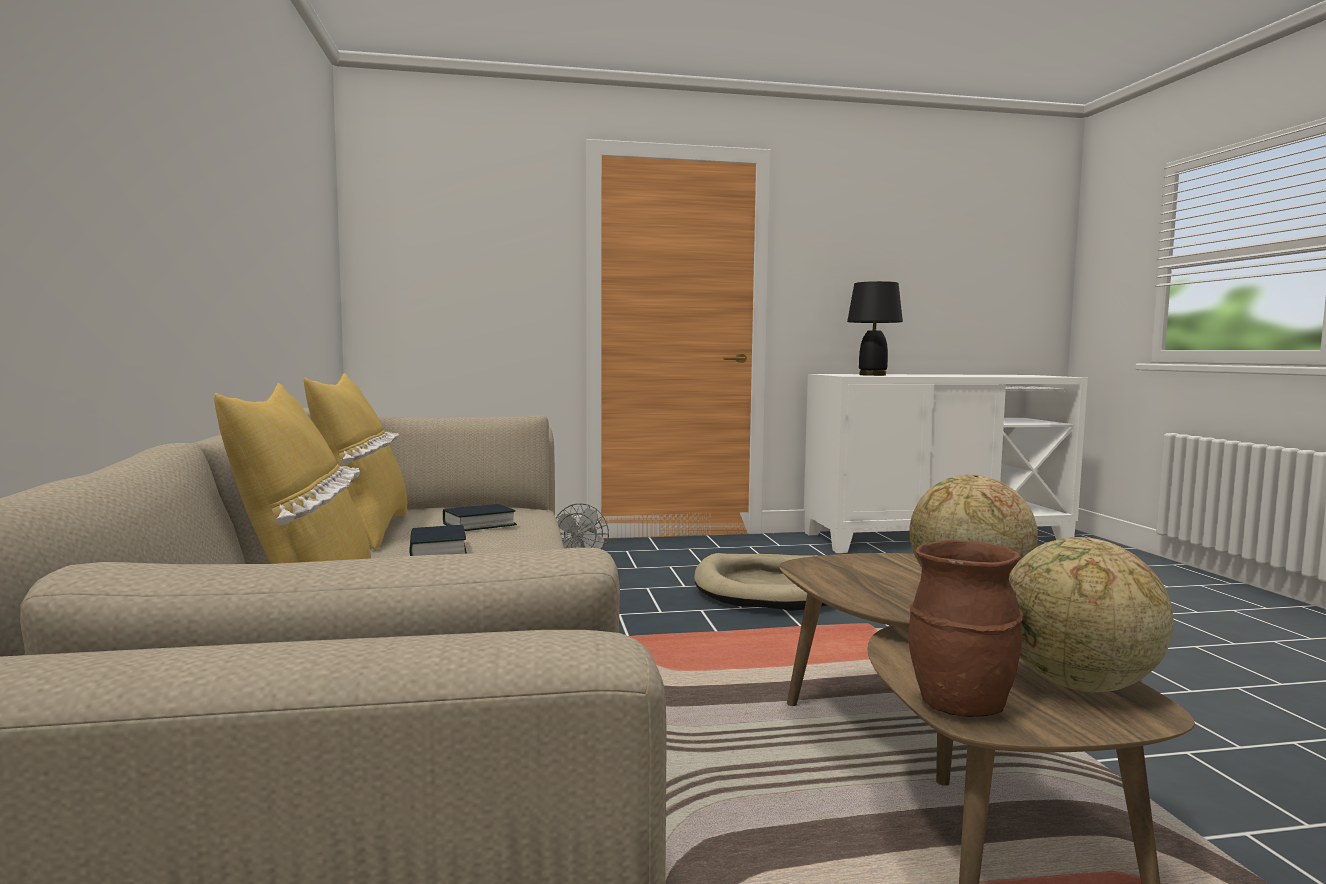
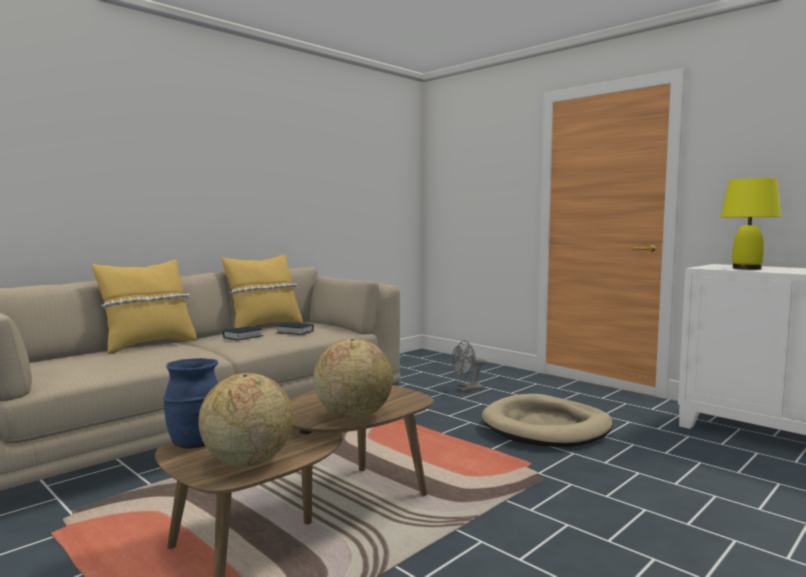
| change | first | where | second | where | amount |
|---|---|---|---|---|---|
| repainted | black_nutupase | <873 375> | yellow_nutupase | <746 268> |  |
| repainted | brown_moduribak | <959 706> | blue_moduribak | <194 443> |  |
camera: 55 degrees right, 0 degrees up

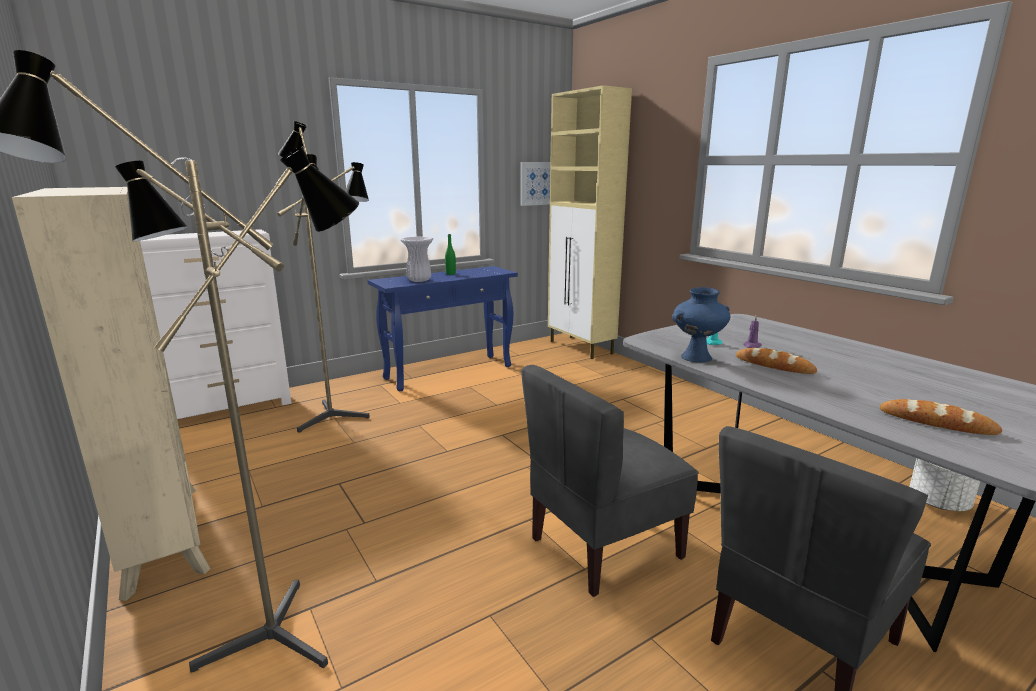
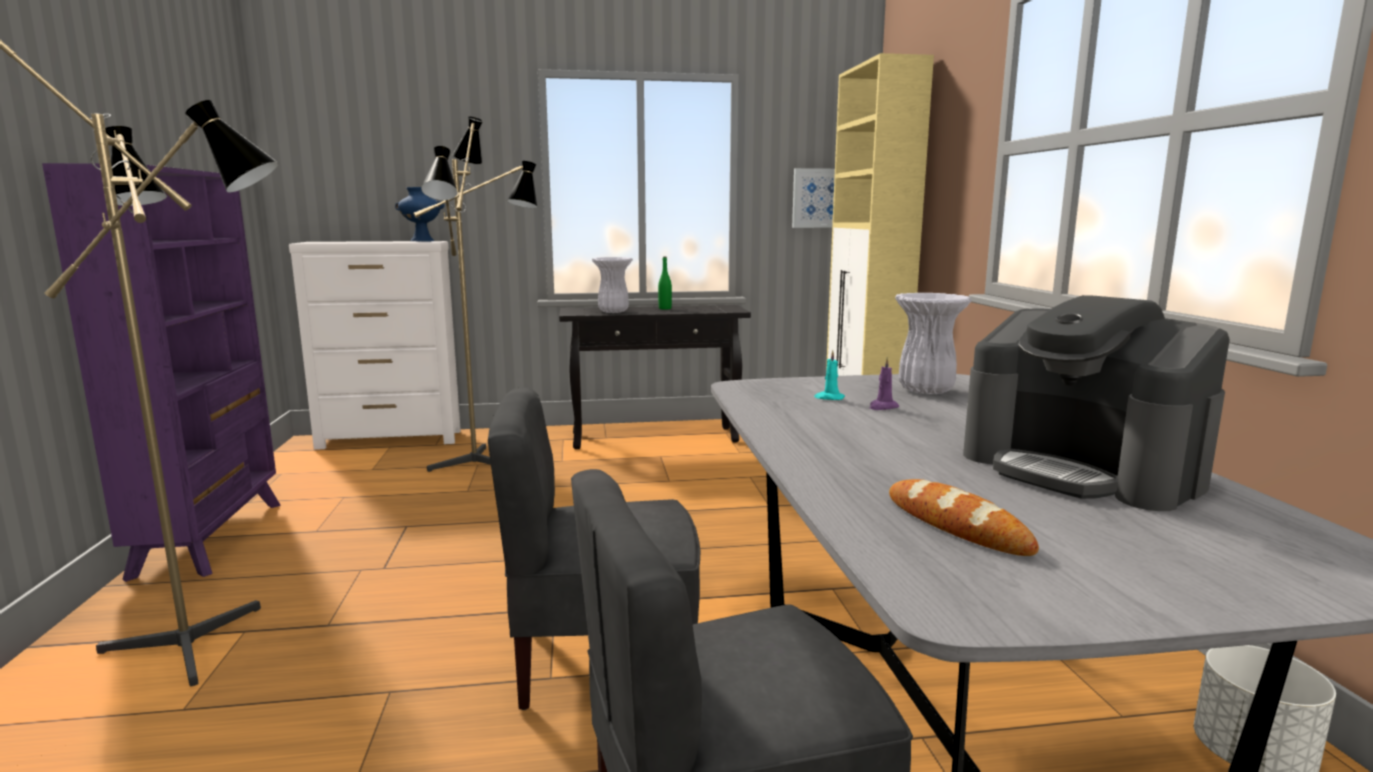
| change | first | where | second | where | amount |
|---|---|---|---|---|---|
| repainted | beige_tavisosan | <163 537> | purple_tavisosan | <211 538> |  |
| repainted | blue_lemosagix | <449 372> | black_lemosagix | <656 438> |  |
| shifted | blue_moduribak | <696 358> |  | <421 241> |  |
| gone | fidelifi | <774 365> |  |  |  |
| new |  |  | white_moduribak | <924 391> |  |
| new |  |  | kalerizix | <1081 469> |  |
camera: 25 degrees right, 5 degrees down

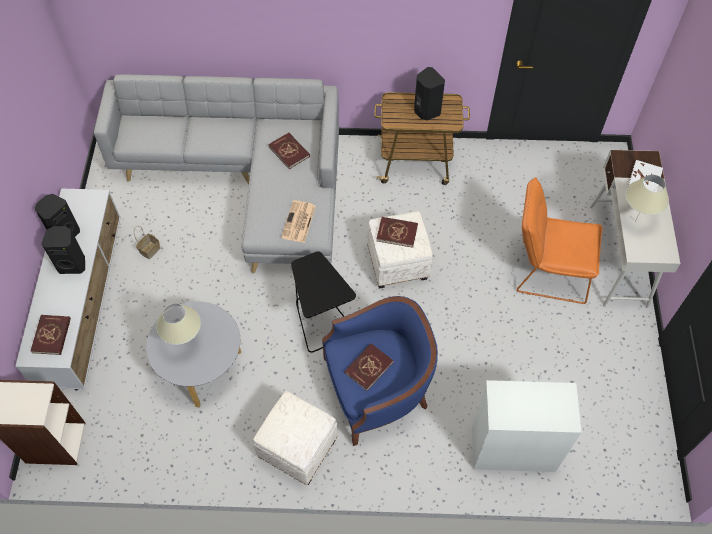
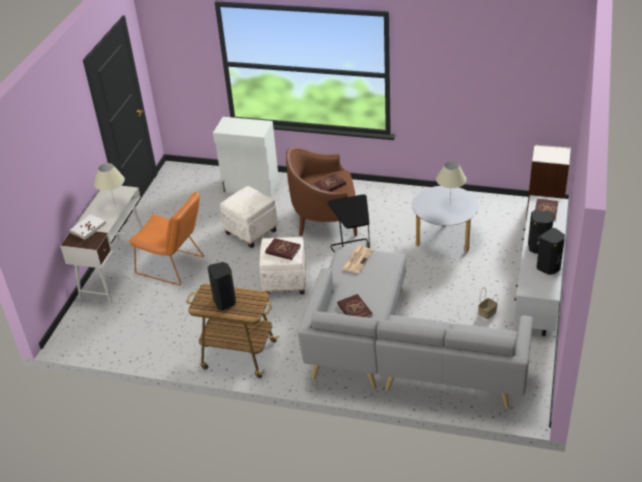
| change | first | where | second | where | amount |
|---|---|---|---|---|---|
| shifted | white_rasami | <297 449> |  | <251 232> |  |
| repainted | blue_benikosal | <377 389> | brown_benikosal | <325 218> |  |
camera: 165 degrees left, 20 degrees down

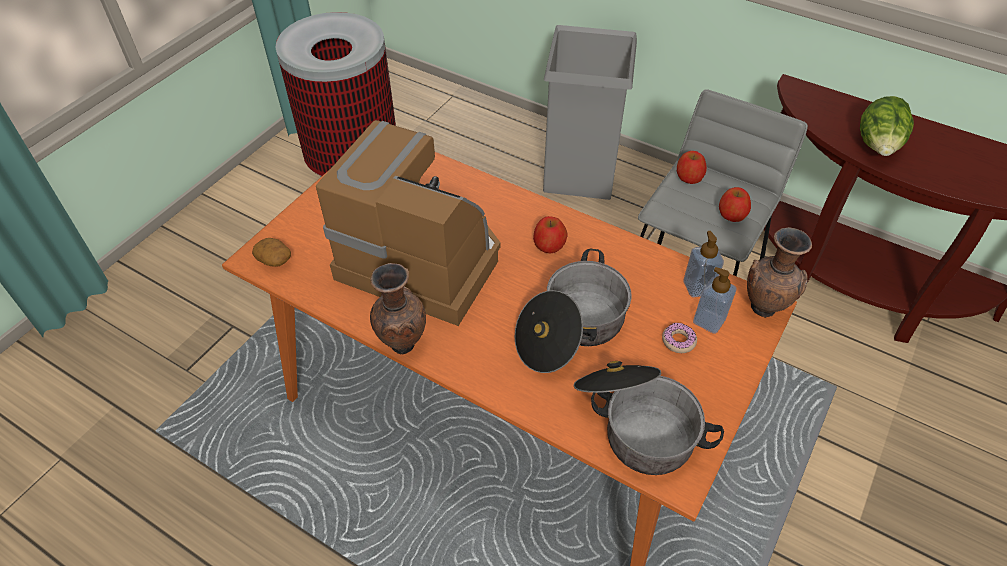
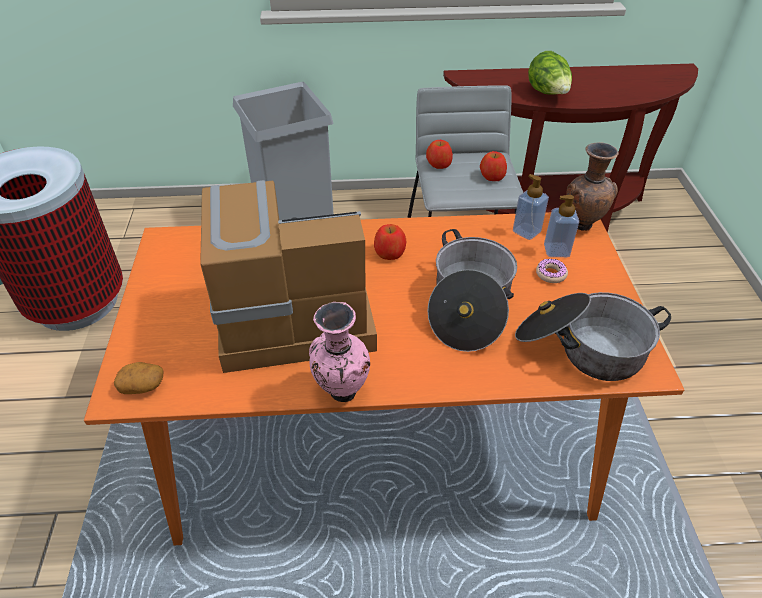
| change | first | where | second | where | amount |
|---|---|---|---|---|---|
| repainted | brown_moduribak | <401 343> | pink_moduribak | <340 392> |  |
camera: 35 degrees left, 5 degrees down

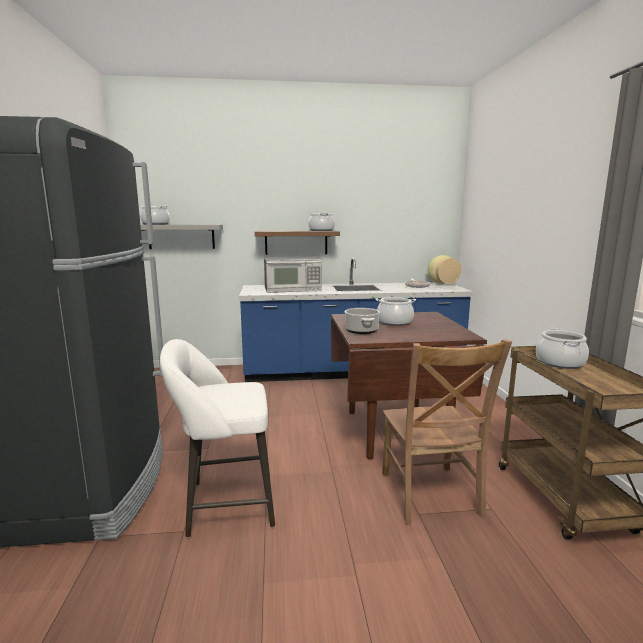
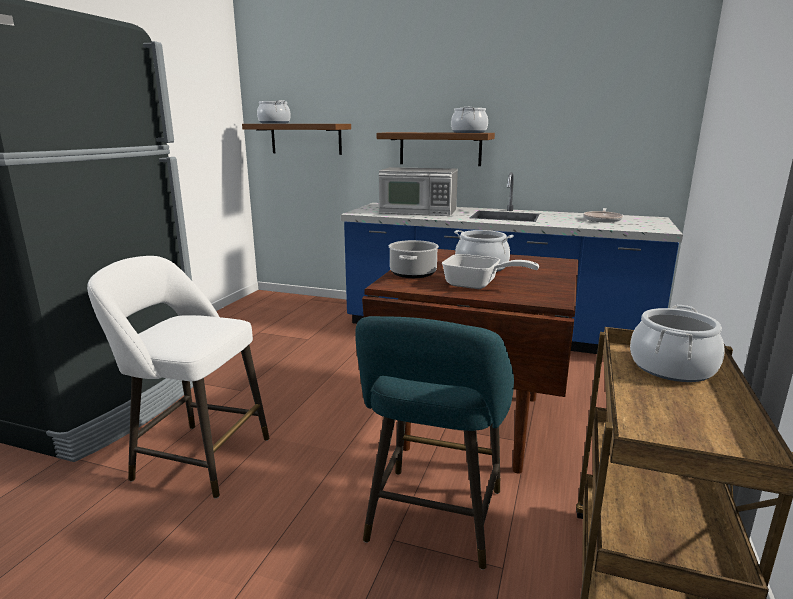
| change | first | where | second | where | amount |
|---|---|---|---|---|---|
| repainted | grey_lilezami | <181 236> | brown_lilezami | <306 138> |  |
| swapped | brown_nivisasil | <430 496> | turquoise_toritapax | <433 522> |  |
| gone | moduribak | <441 283> |  |  |  |
| new |  |  | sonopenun | <477 285> |  |
camera: 25 degrees right, 5 degrees up

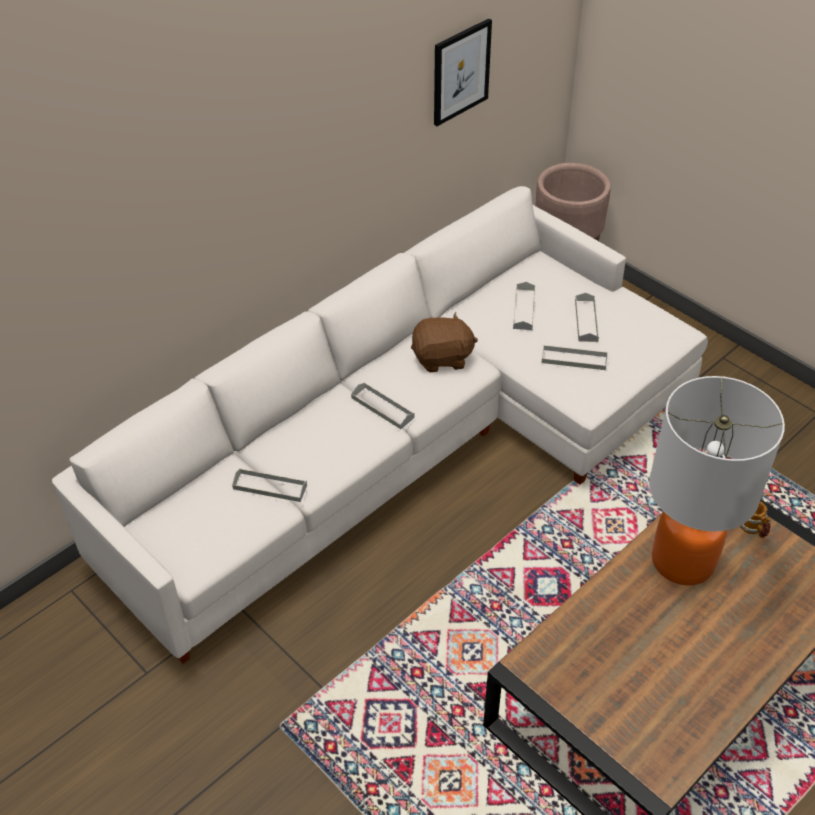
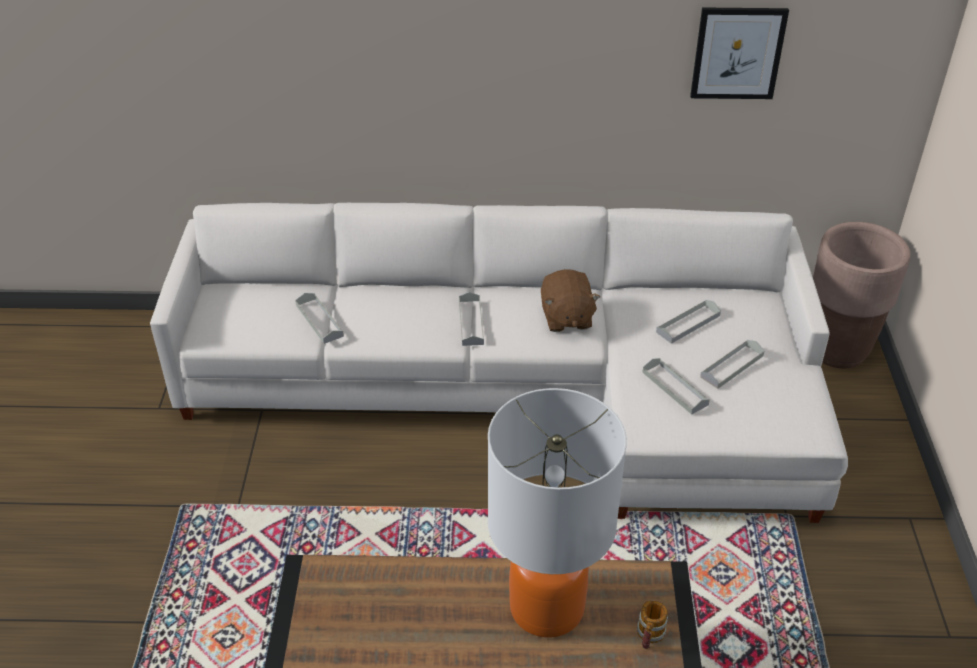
| change | first | where | second | where | amount |
|---|---|---|---|---|---|
| rotated | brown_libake | <442 358> |  | <566 318> | 45 degrees clockwise |
camera: 45 degrees right, 5 degrees down

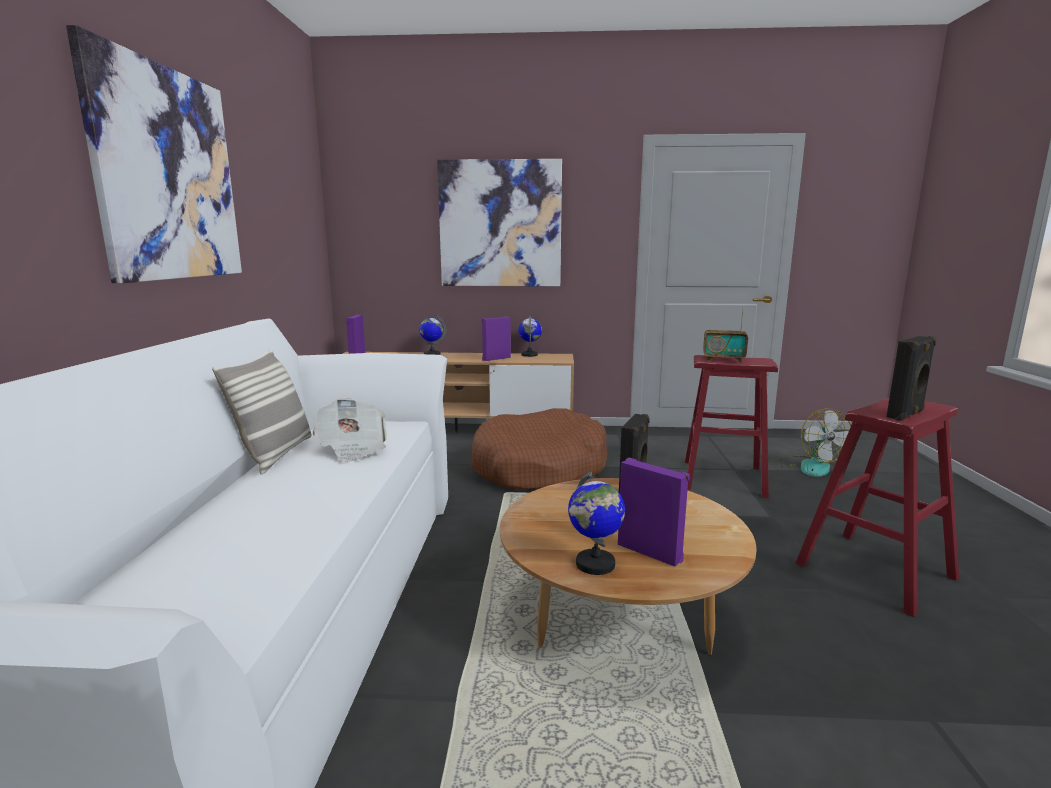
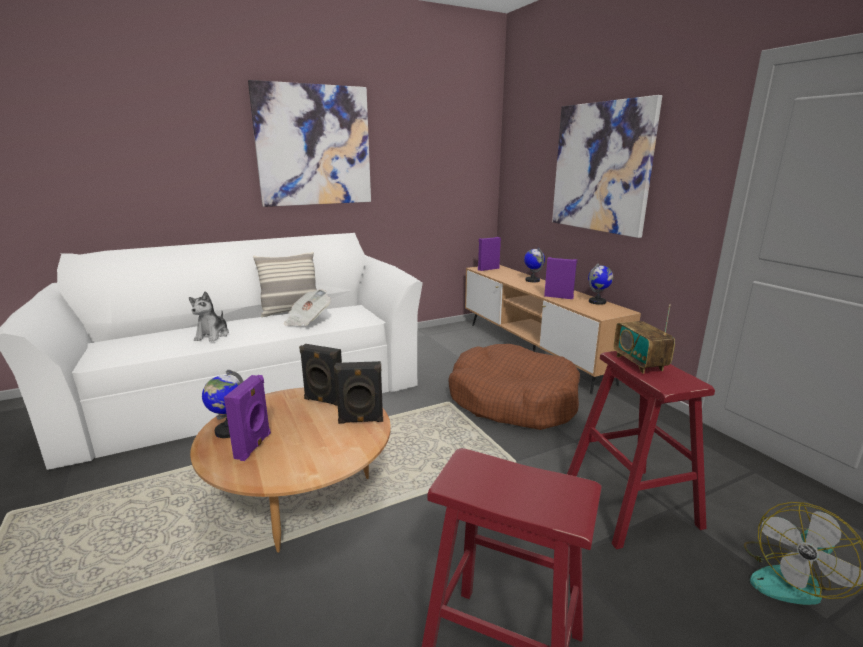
| change | first | where | second | where | amount |
|---|---|---|---|---|---|
| shifted | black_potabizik | <906 415> |  | <323 401> |  |
| new |  |  | libake | <213 335> |  |
camera: 60 degrees right, 5 degrees up

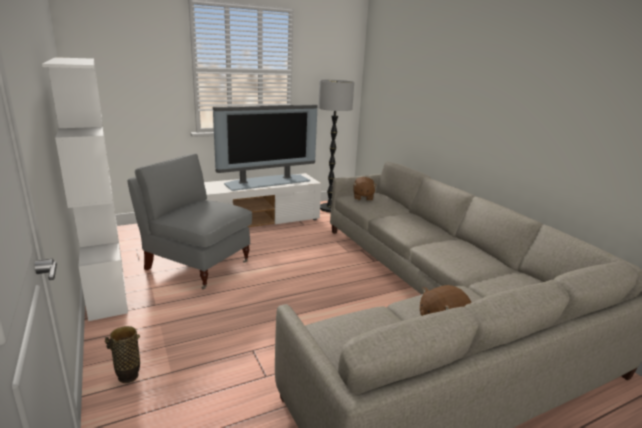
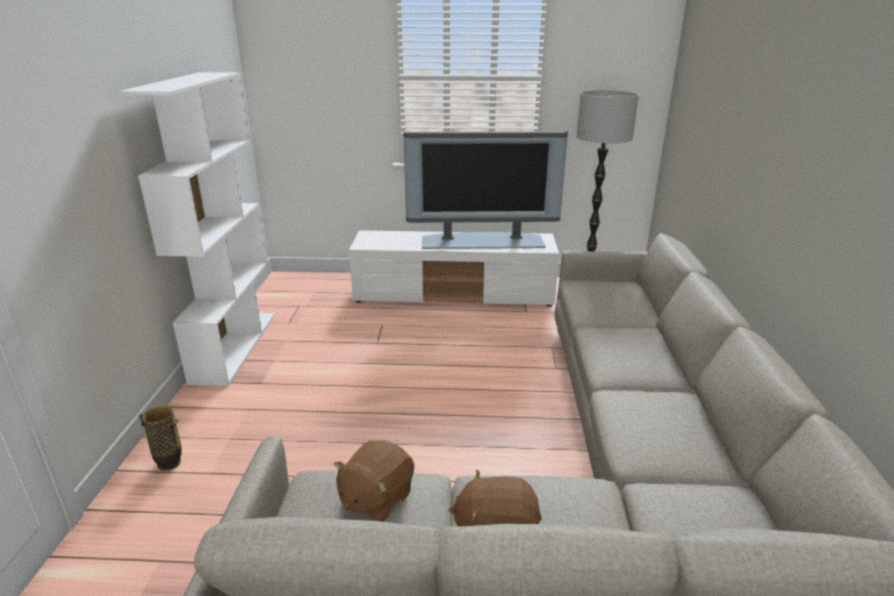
| change | first | where | second | where | amount |
|---|---|---|---|---|---|
| gone | grey_benikosal | <197 265> |  |  |  |
| shifted | brown_libake | <363 197> |  | <376 498> |  |
camera: 30 degrees right, 5 degrees up

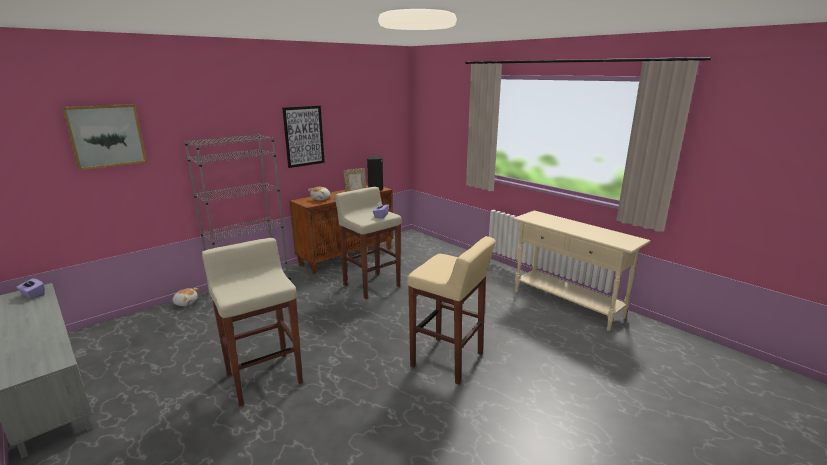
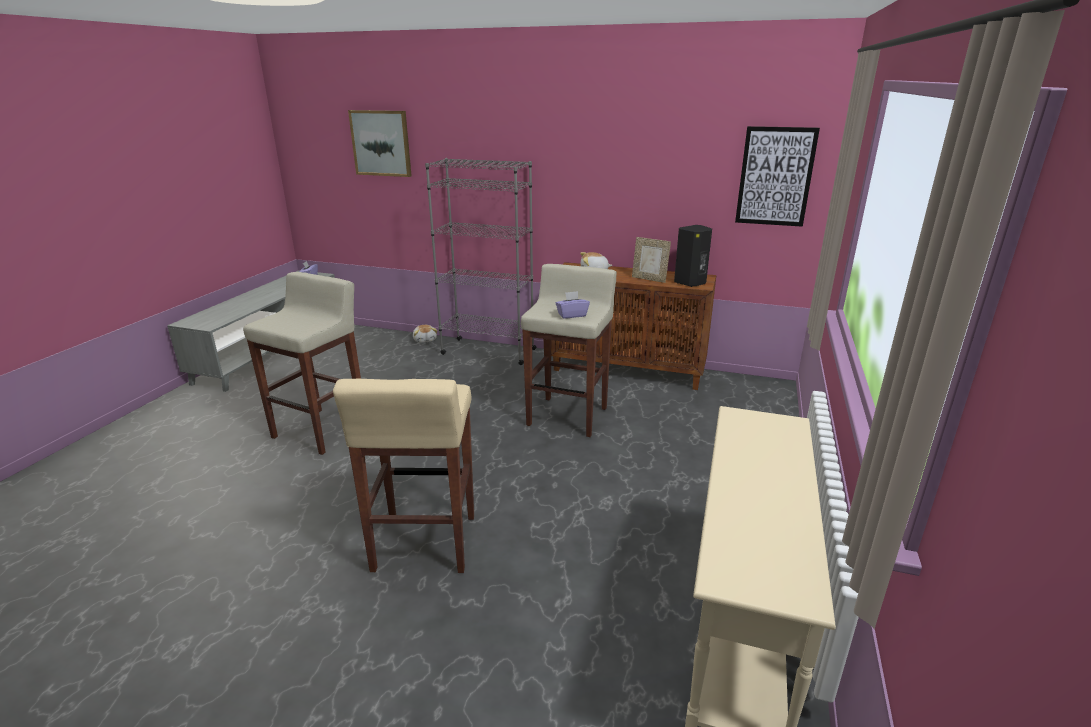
| change | first | where | second | where | amount |
|---|---|---|---|---|---|
| shifted | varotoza | <304 136> |  | <775 177> |  |
camera: 60 degrees right, 5 degrees up

